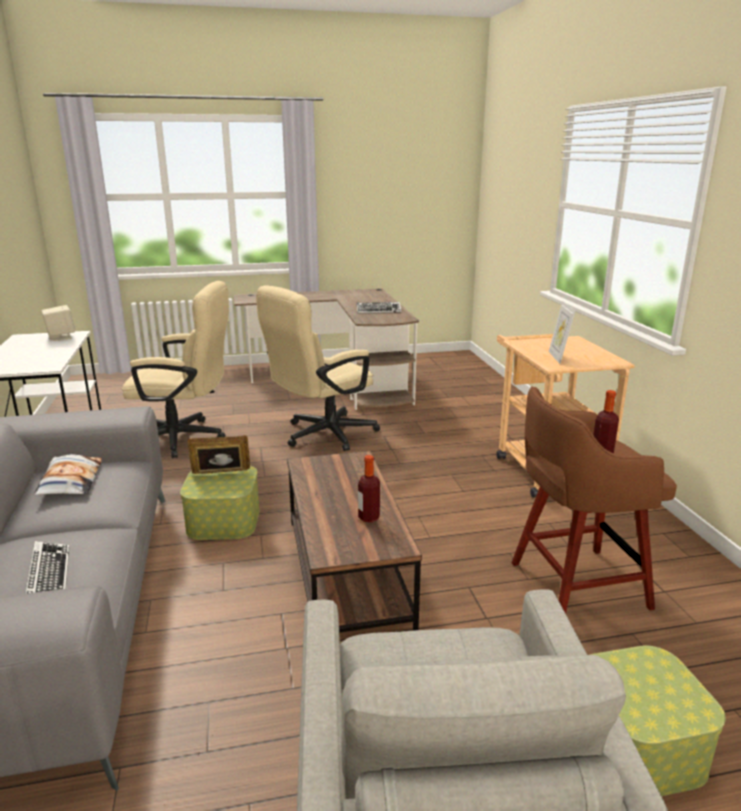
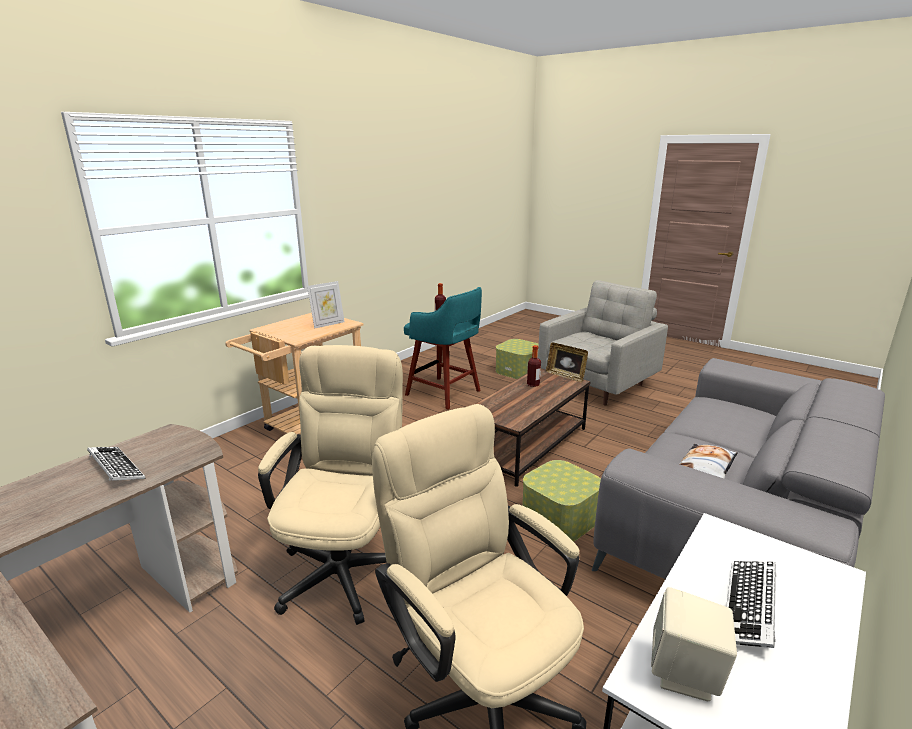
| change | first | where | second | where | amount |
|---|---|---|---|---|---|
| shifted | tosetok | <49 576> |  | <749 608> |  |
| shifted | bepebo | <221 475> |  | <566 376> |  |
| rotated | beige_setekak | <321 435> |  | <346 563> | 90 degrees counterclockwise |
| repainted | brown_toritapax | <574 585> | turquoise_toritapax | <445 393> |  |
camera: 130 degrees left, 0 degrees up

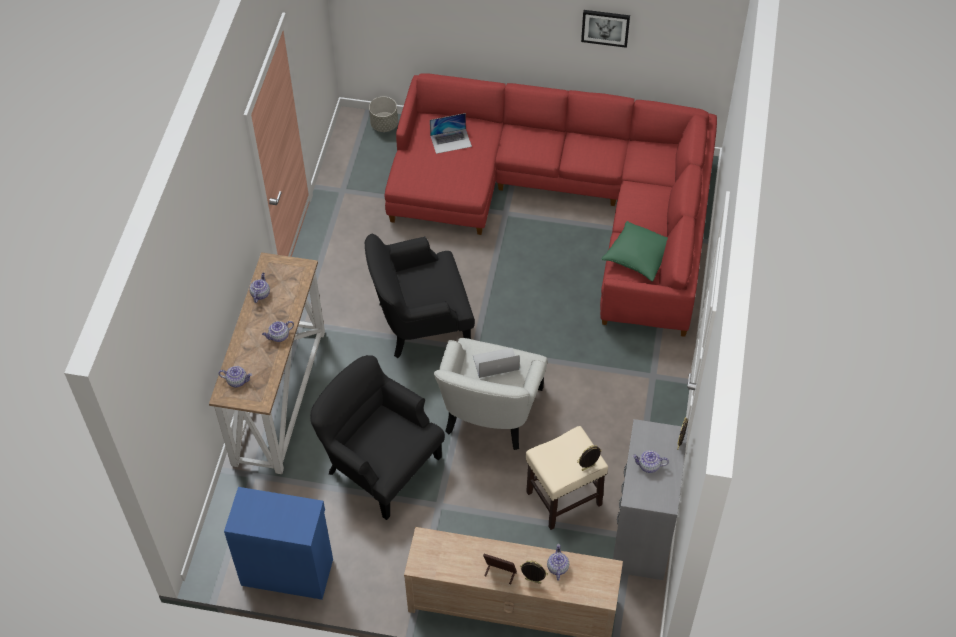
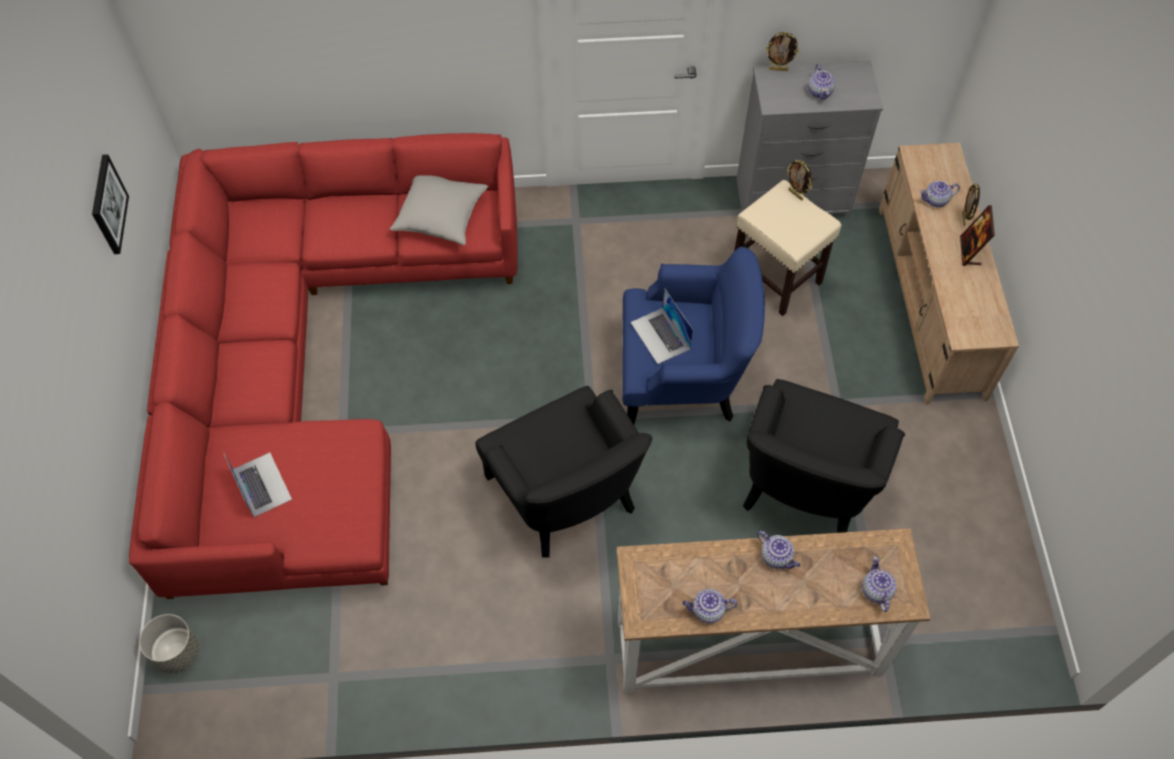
| change | first | where | second | where | amount |
|---|---|---|---|---|---|
| gone | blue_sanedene | <287 570> |  |  |  |
| repainted | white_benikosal | <491 411> | blue_benikosal | <683 377> |  |
| repainted | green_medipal | <638 257> | grey_medipal | <441 215> |  |
camera: 105 degrees left, 5 degrees up

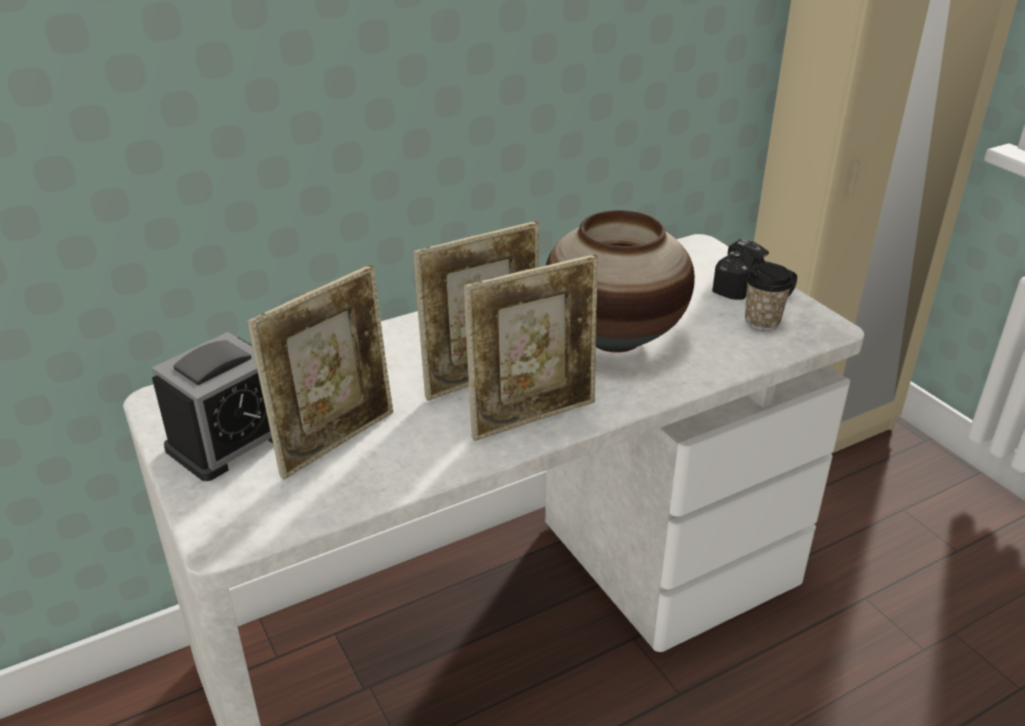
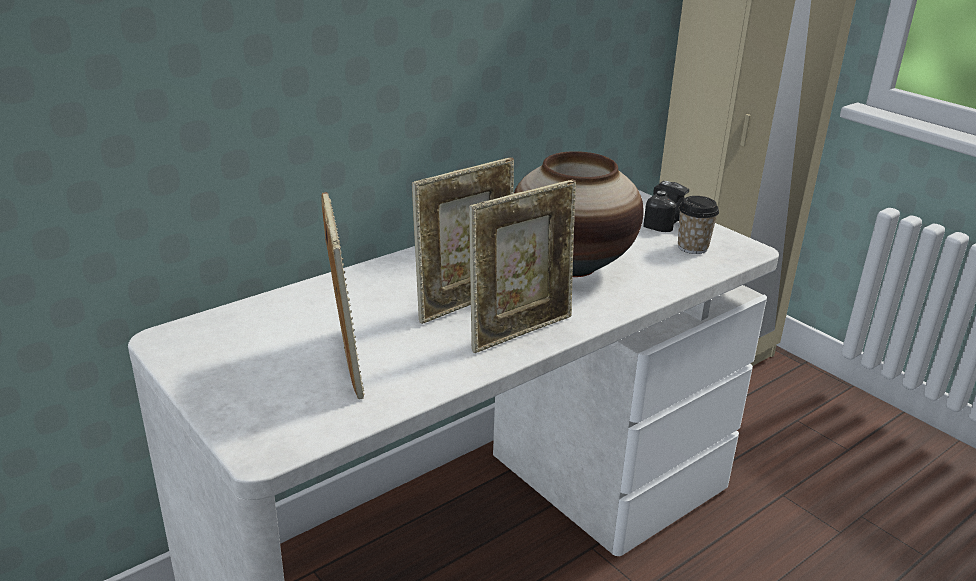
| change | first | where | second | where | amount |
|---|---|---|---|---|---|
| gone | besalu | <229 441> |  |  |  |
| rotated | bepebo | <336 440> |  | <346 361> | 45 degrees counterclockwise |
camera: 10 degrees left, 5 degrees down

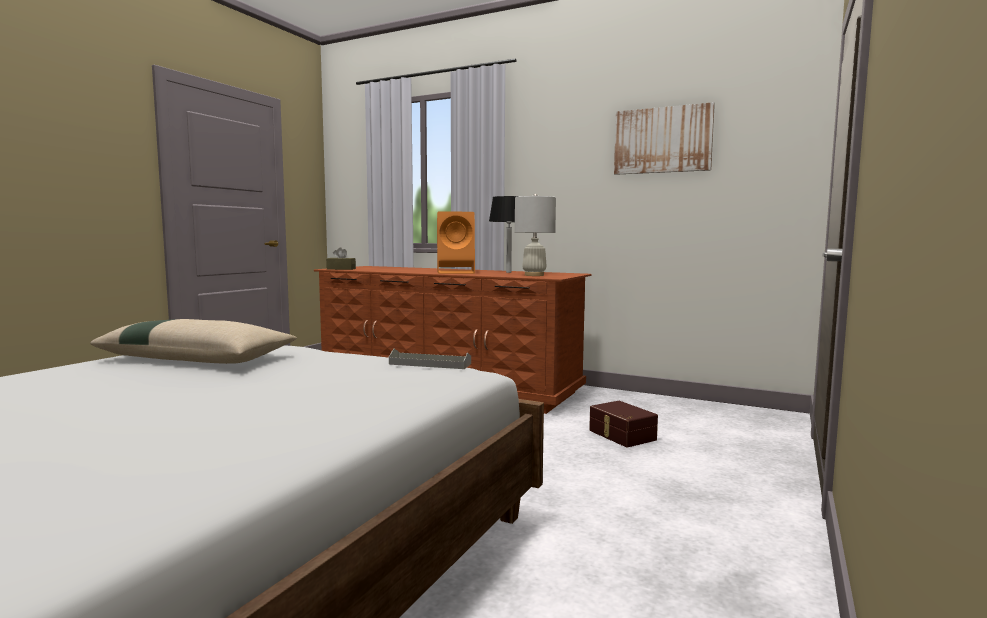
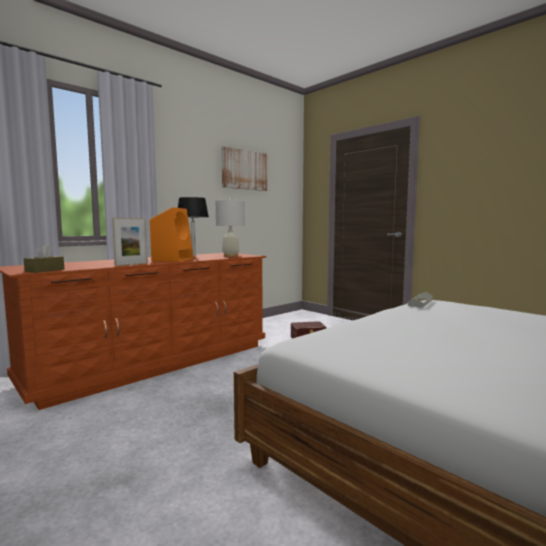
| change | first | where | second | where | amount |
|---|---|---|---|---|---|
| gone | beige_medipal | <198 359> |  |  |  |
| new |  |  | bepebo | <131 264> |  |
camera: 70 degrees left, 0 degrees up

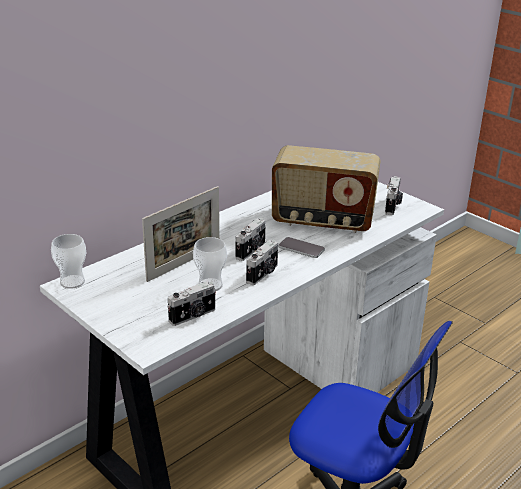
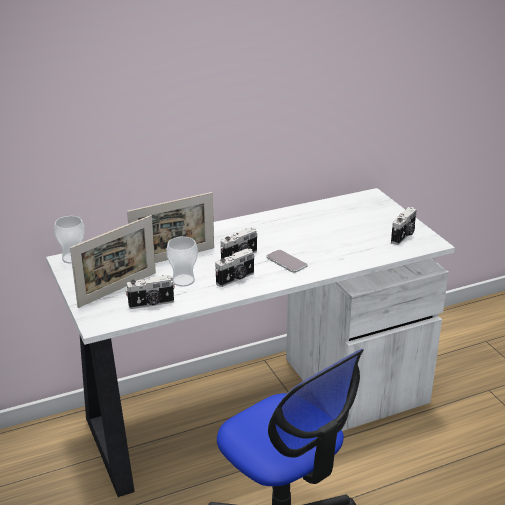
| change | first | where | second | where | amount |
|---|---|---|---|---|---|
| gone | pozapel | <322 221> |  |  |  |
| new |  |  | bepebo | <117 289> |  |
camera: 20 degrees right, 0 degrees up

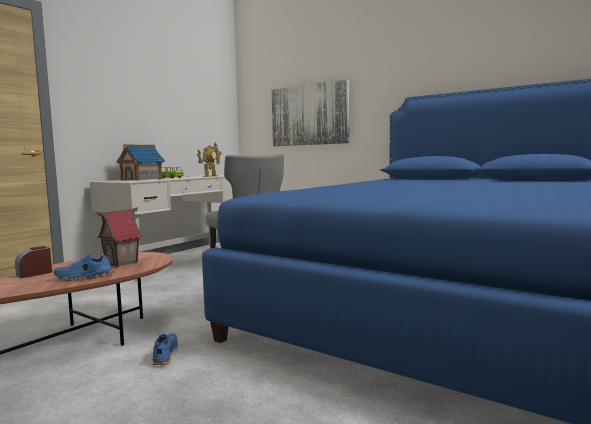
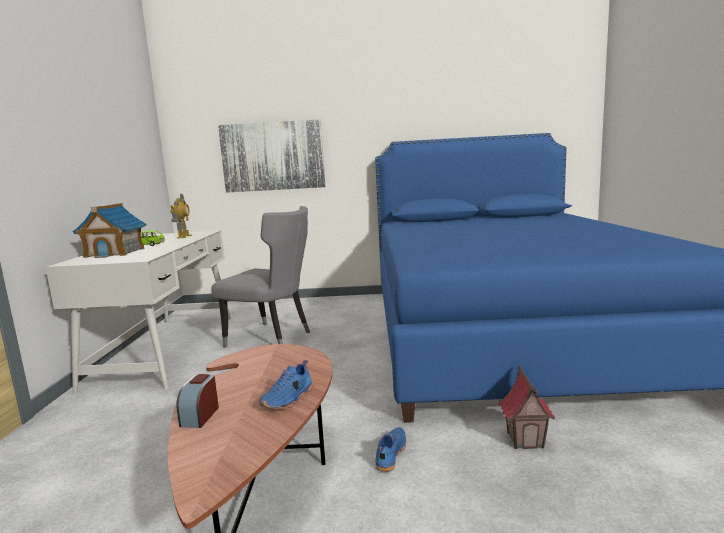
| change | first | where | second | where | amount |
|---|---|---|---|---|---|
| shifted | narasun | <122 263> |  | <526 440> |  |
| rotated | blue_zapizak | <164 355> |  | <390 454> | 60 degrees clockwise |
camera: 35 degrees left, 5 degrees up

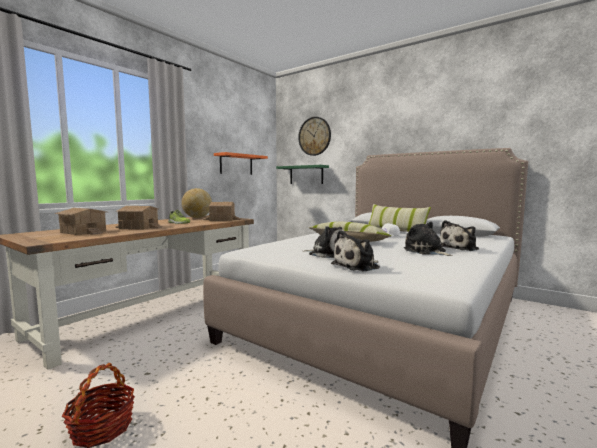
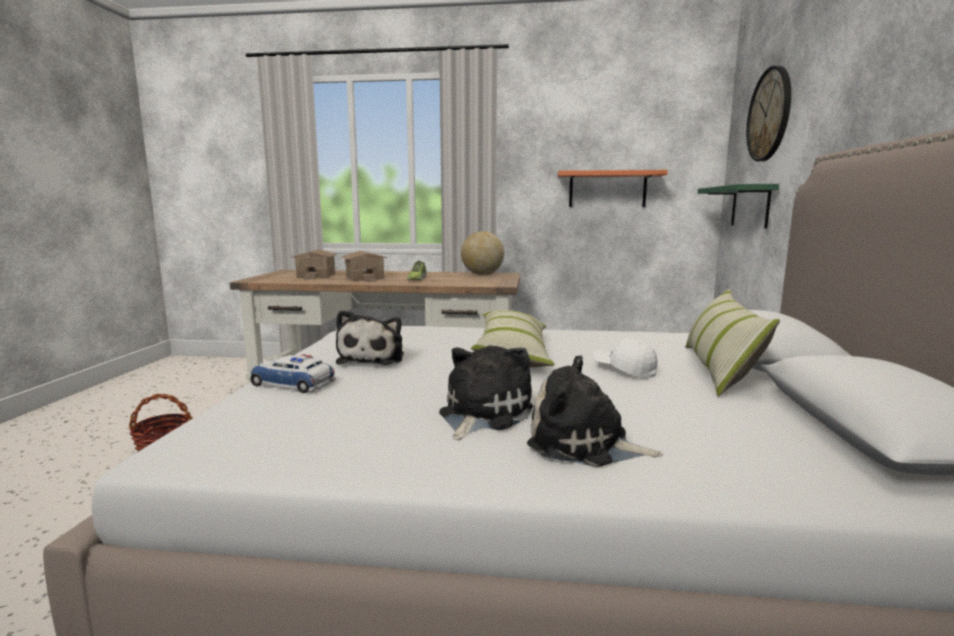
| change | first | where | second | where | amount |
|---|---|---|---|---|---|
| gone | narasun | <222 219> |  |  |  |
| swapped | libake | <358 266> | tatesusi | <293 383> |  |
camera: 60 degrees right, 5 degrees up

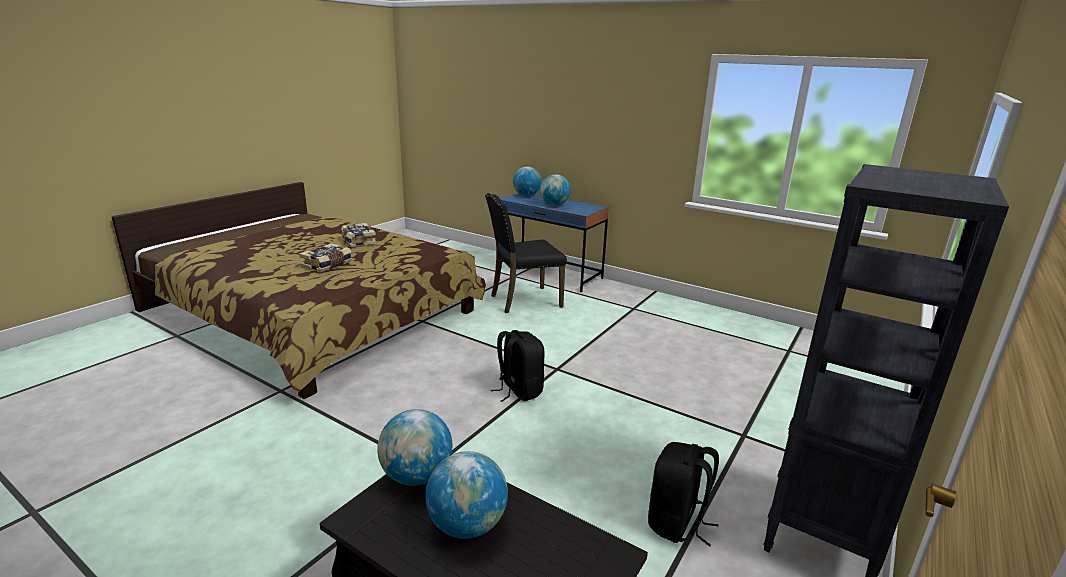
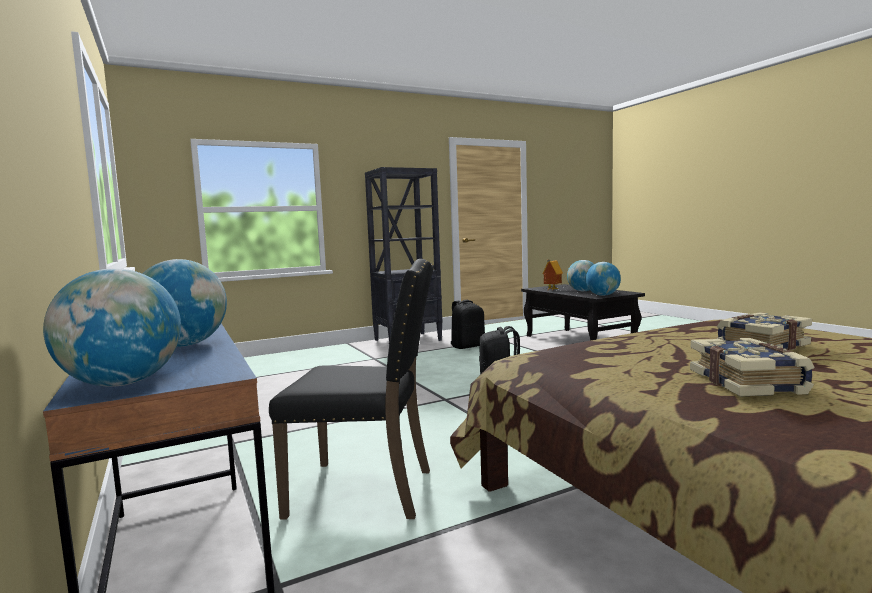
| change | first | where | second | where | amount |
|---|---|---|---|---|---|
| new |  |  | narasun | <551 290> |  |
camera: 150 degrees left, 15 degrees down

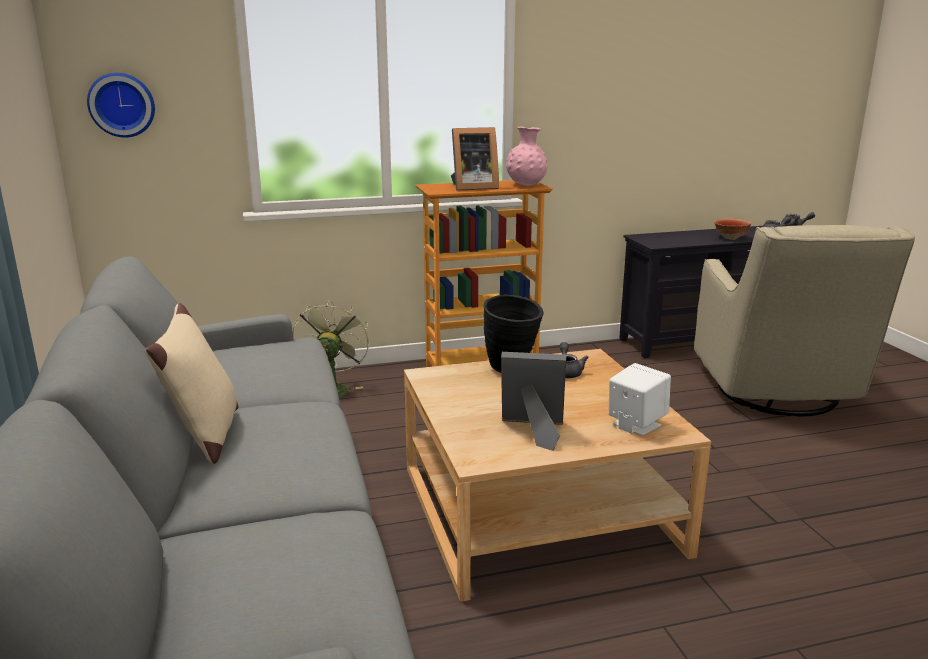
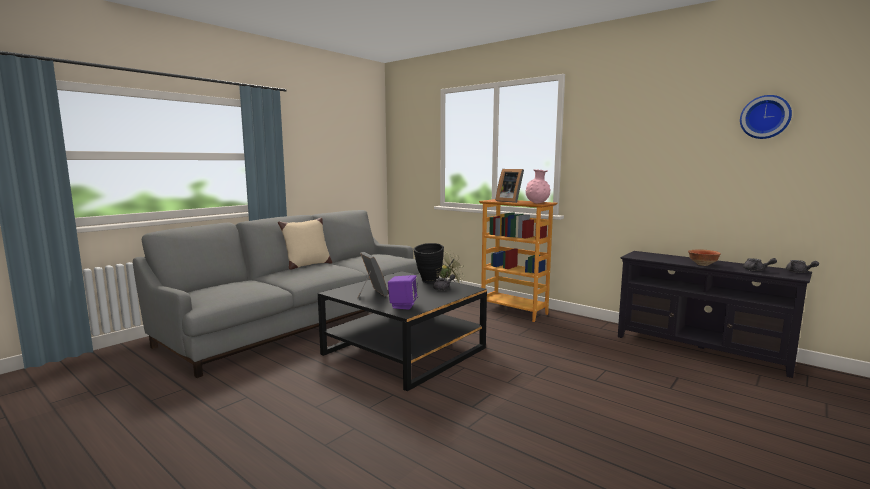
| change | first | where | second | where | amount |
|---|---|---|---|---|---|
| shifted | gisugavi | <122 105> |  | <765 117> |  |
| repainted | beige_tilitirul | <538 509> | black_tilitirul | <404 351> |  |
| repainted | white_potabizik | <635 424> | purple_potabizik | <403 305> |  |
| gone | beige_benikosal | <778 394> |  |  |  |
camera: 55 degrees right, 10 degrees down

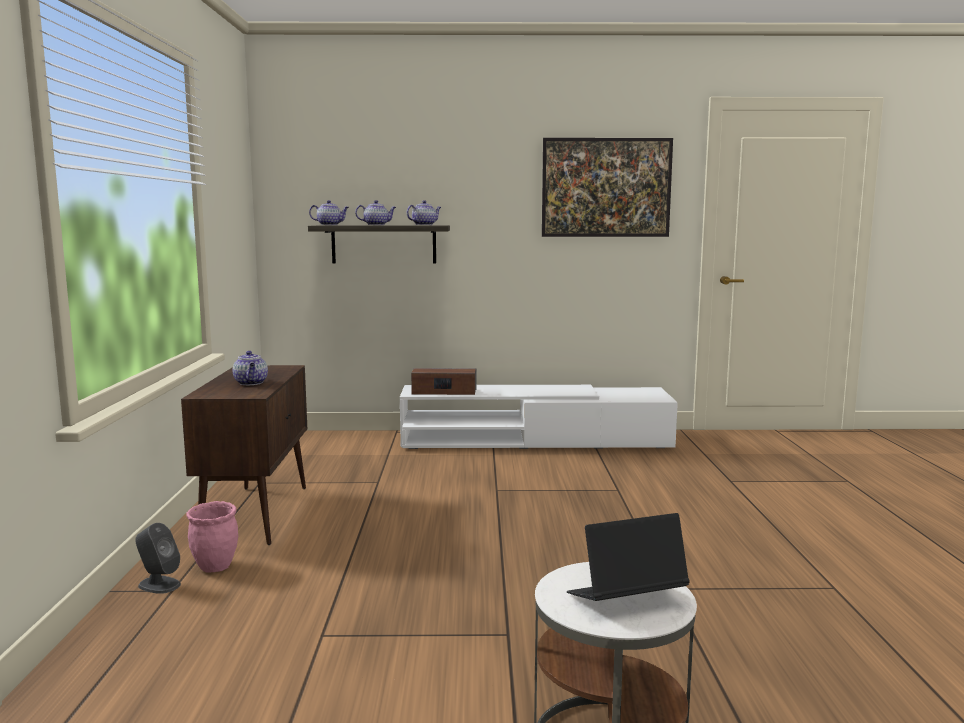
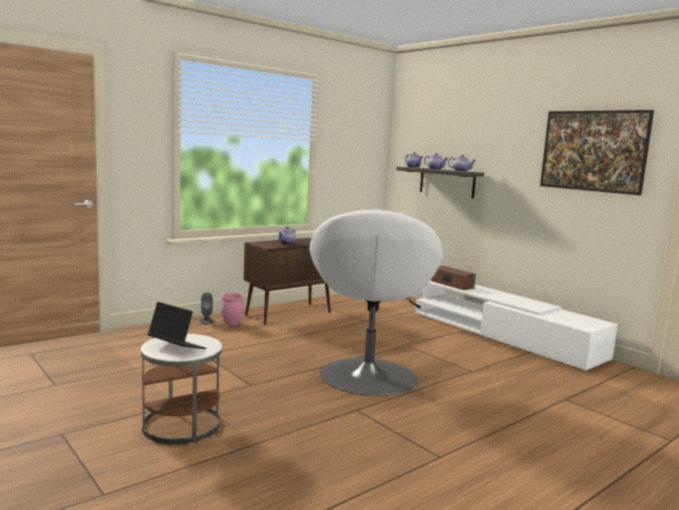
| change | first | where | second | where | amount |
|---|---|---|---|---|---|
| new |  |  | white_benikosal | <367 376> |  |
camera: 50 degrees right, 0 degrees up

